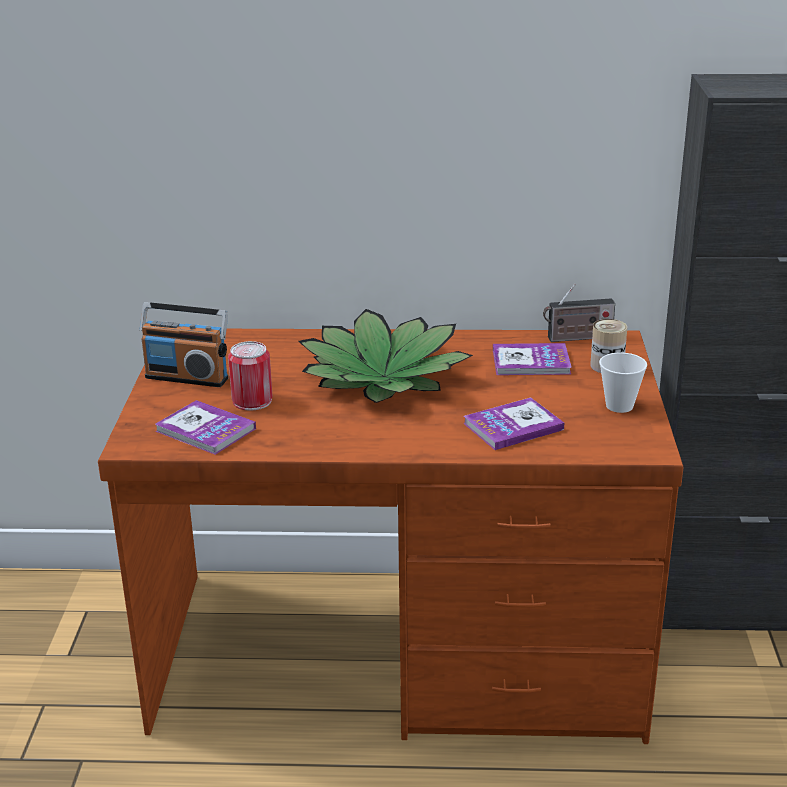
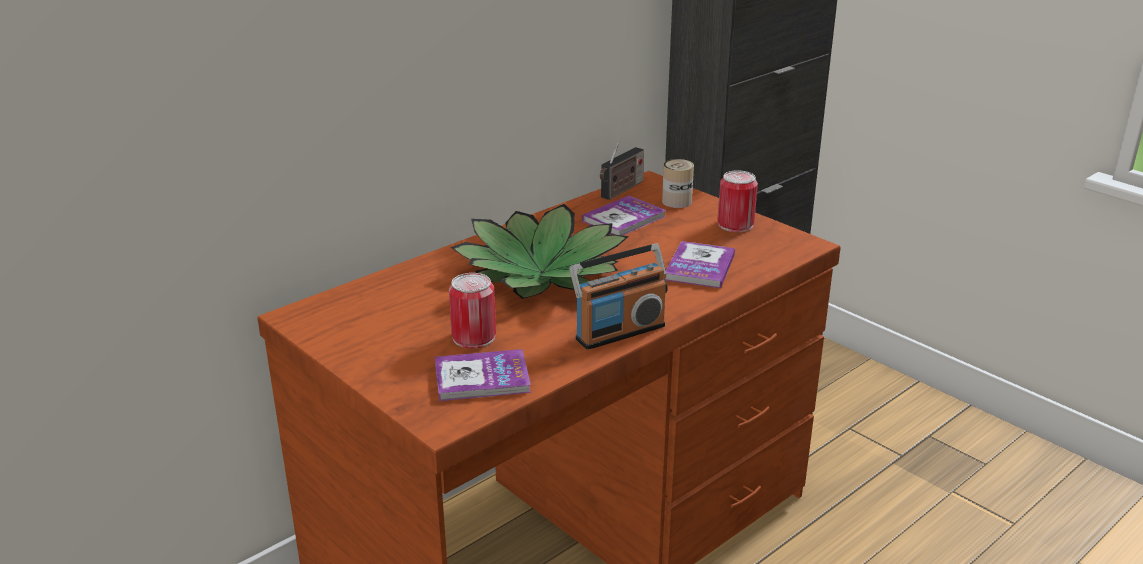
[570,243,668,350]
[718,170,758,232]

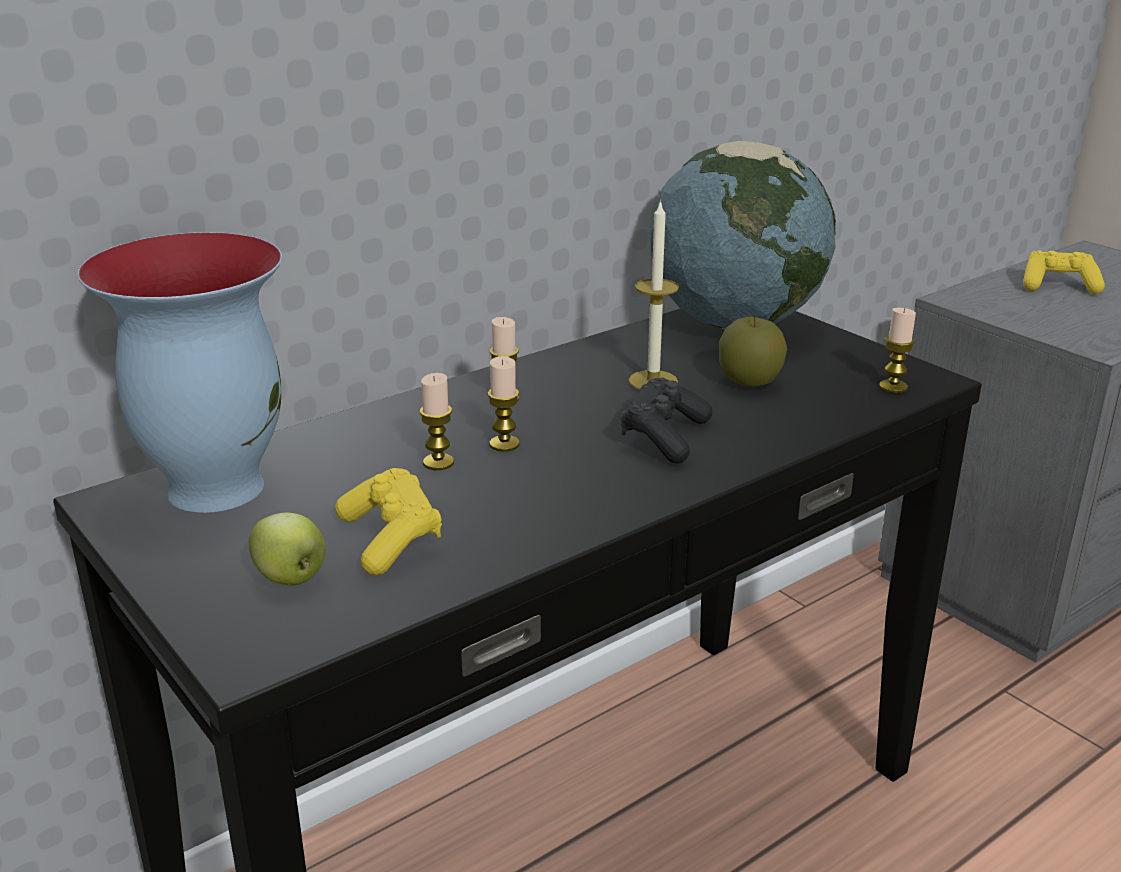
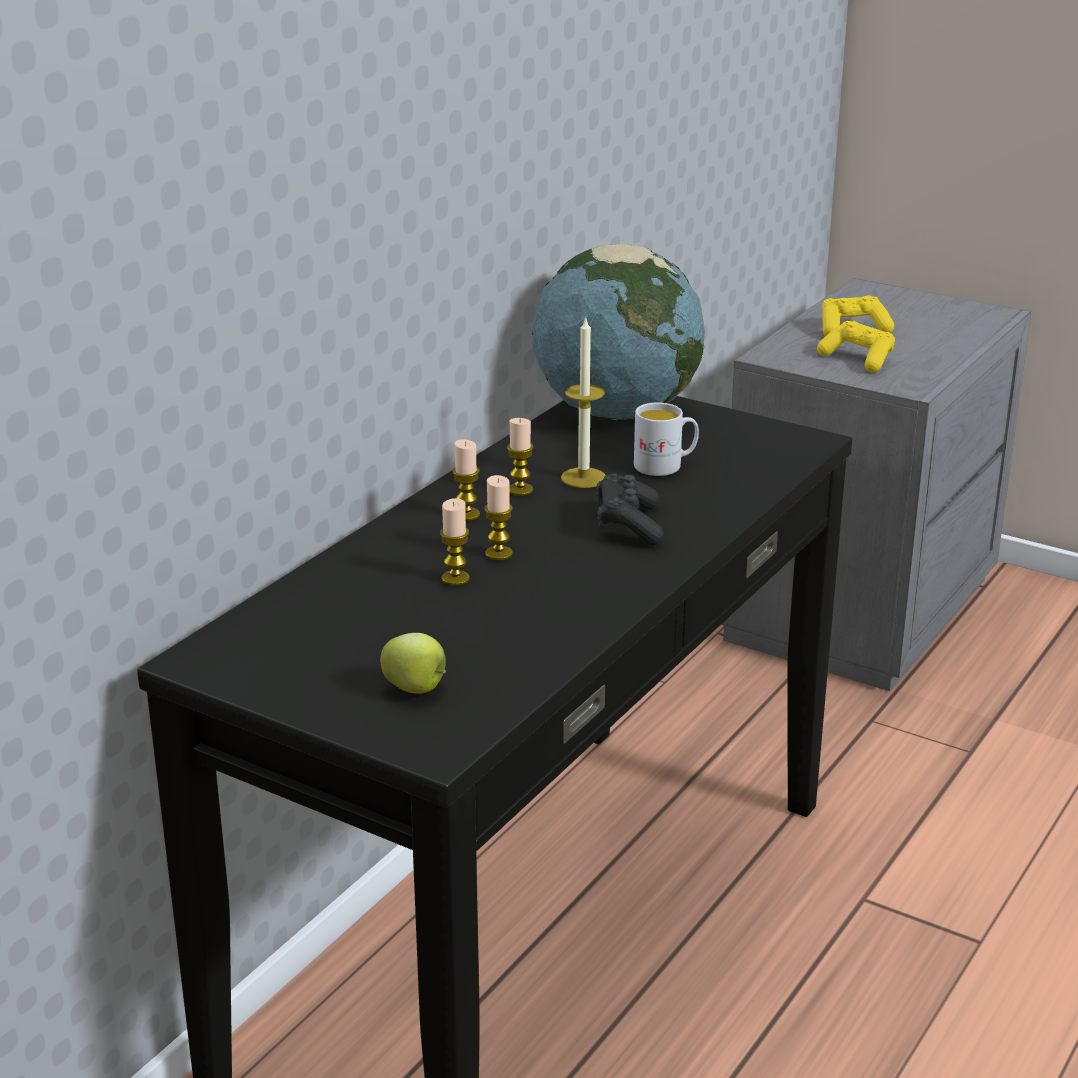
[78,232,282,513] (first image)
[817,321,895,373]
[634,402,699,476]
[507,418,534,496]

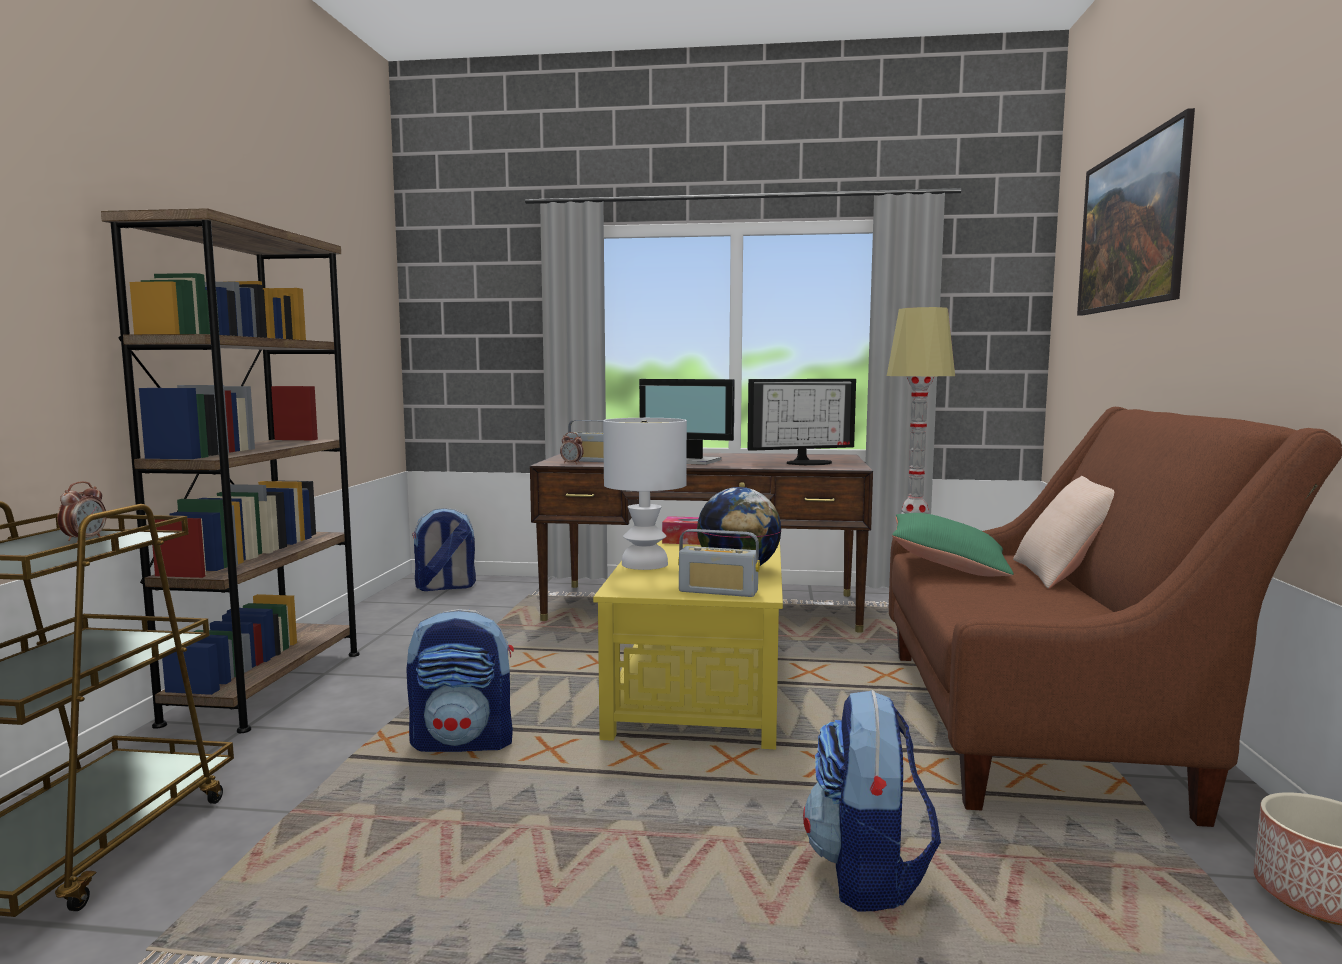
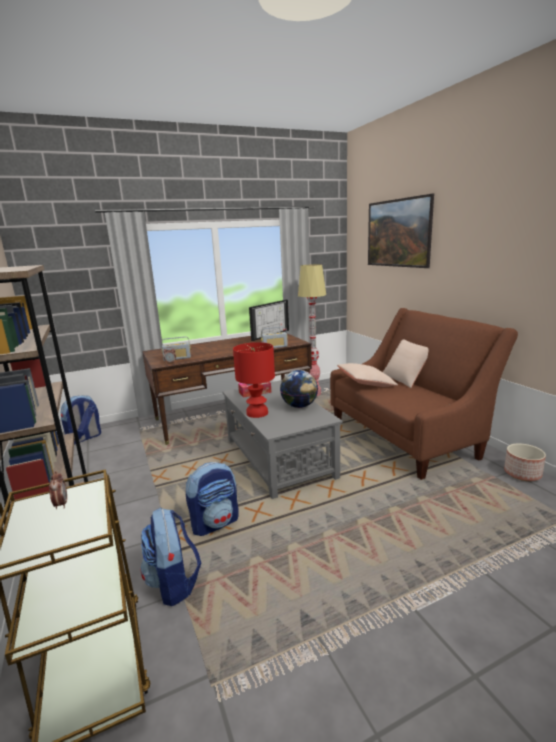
[222,380,343,499]
[233,342,275,418]
[639,379,735,465] (first image)
[261,326,288,348]
[140,507,201,606]
[337,363,398,387]

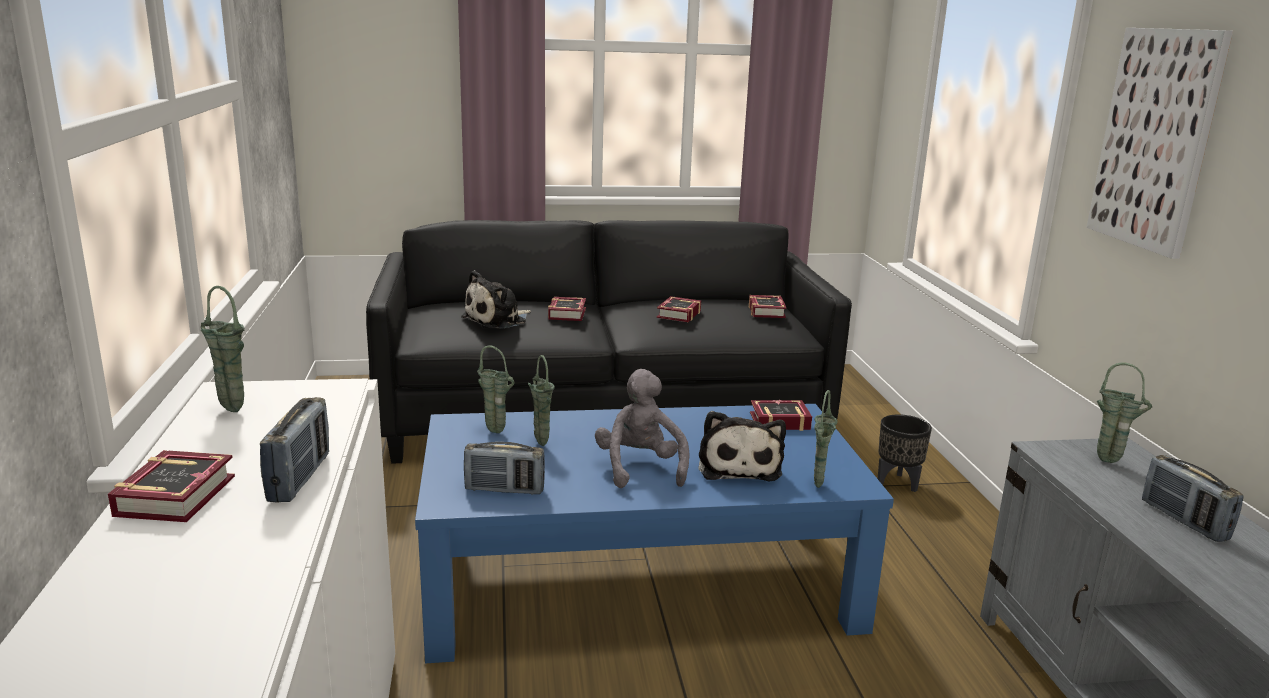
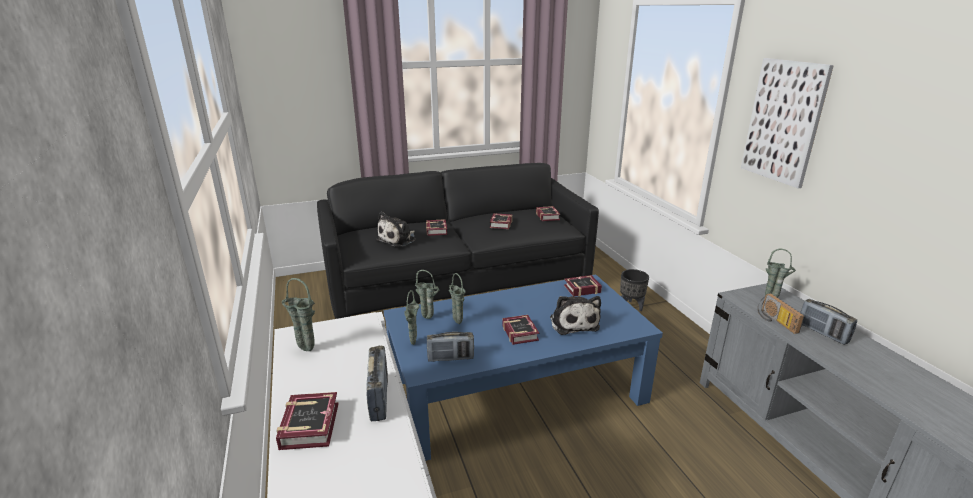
[503,315,539,345]
[404,290,420,345]
[758,293,804,334]

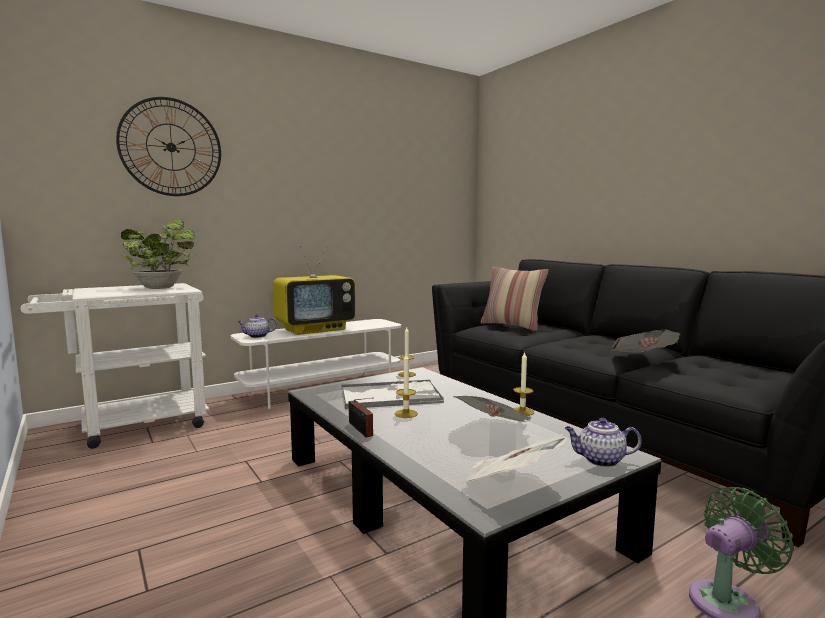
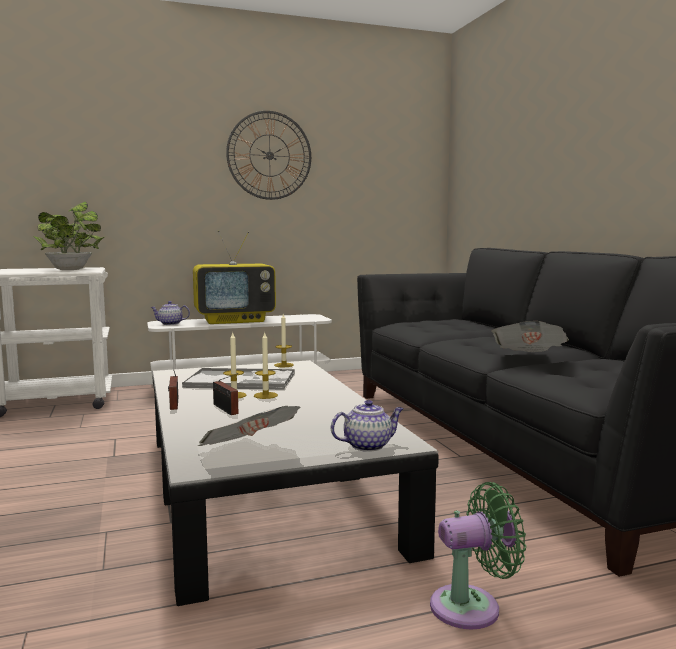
[226,111,311,200]
[453,396,530,422] (first image)
[481,267,548,331] (first image)
[254,333,278,399]
[331,400,403,452]
[213,373,238,415]

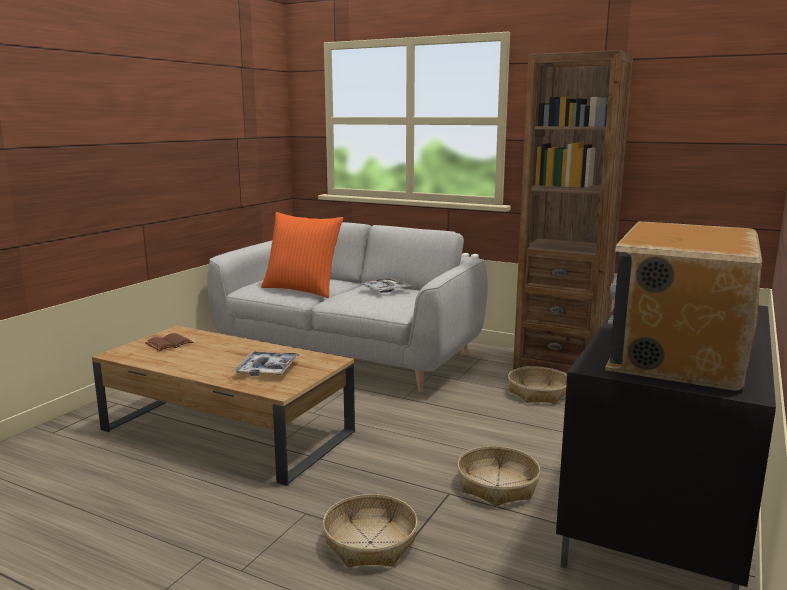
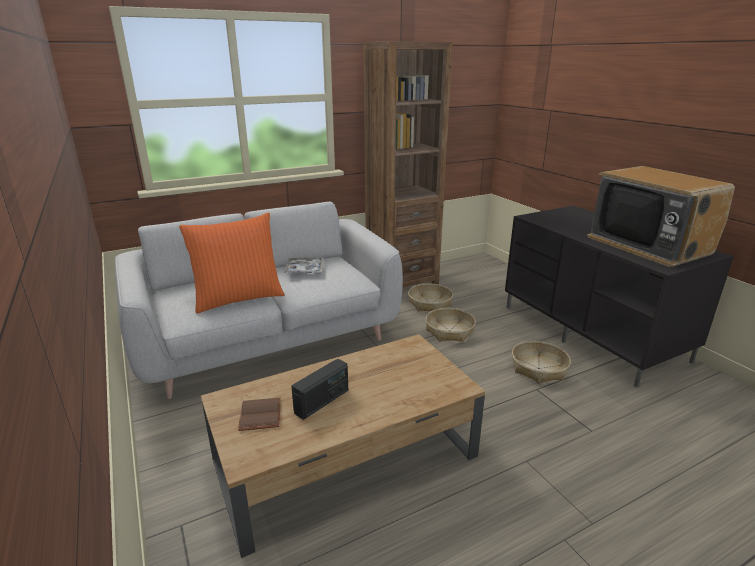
[233,351,300,376] (first image)
[425,308,476,342]
[291,359,348,420]

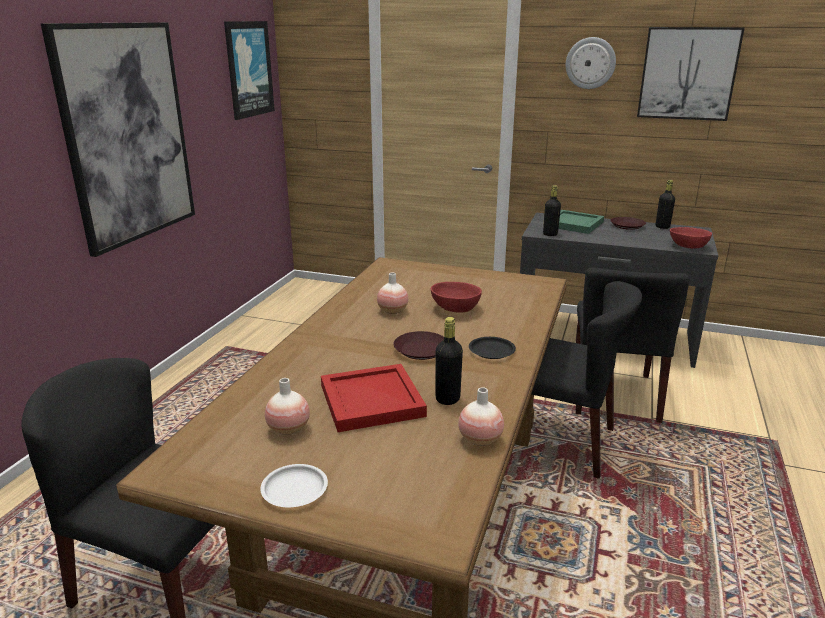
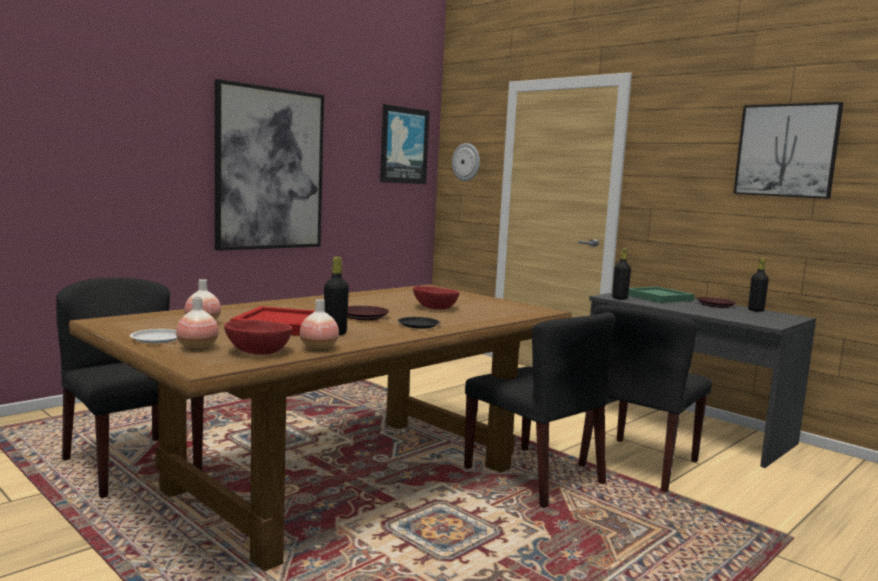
[176,297,219,350]
[452,143,480,181]
[224,320,293,355]

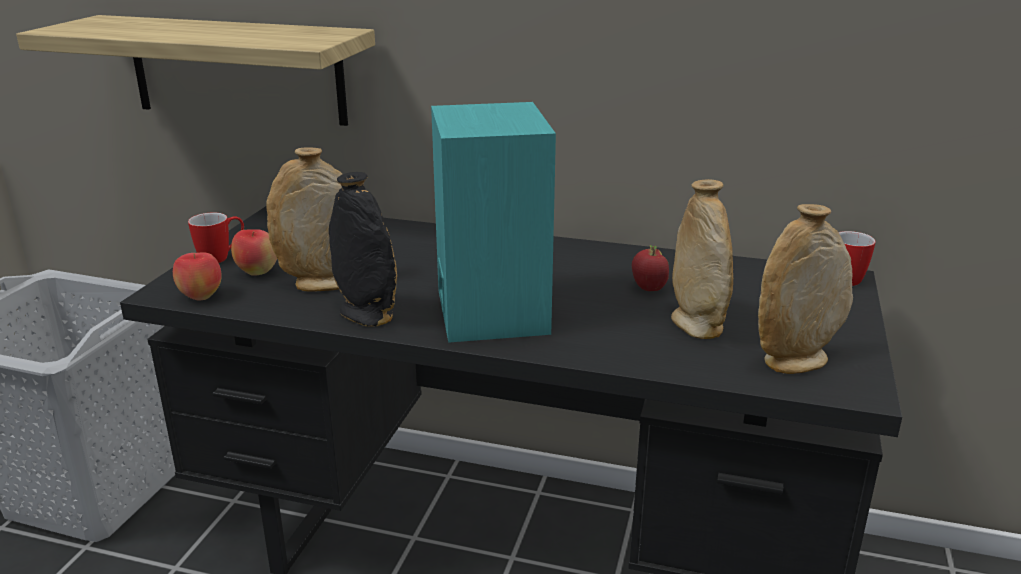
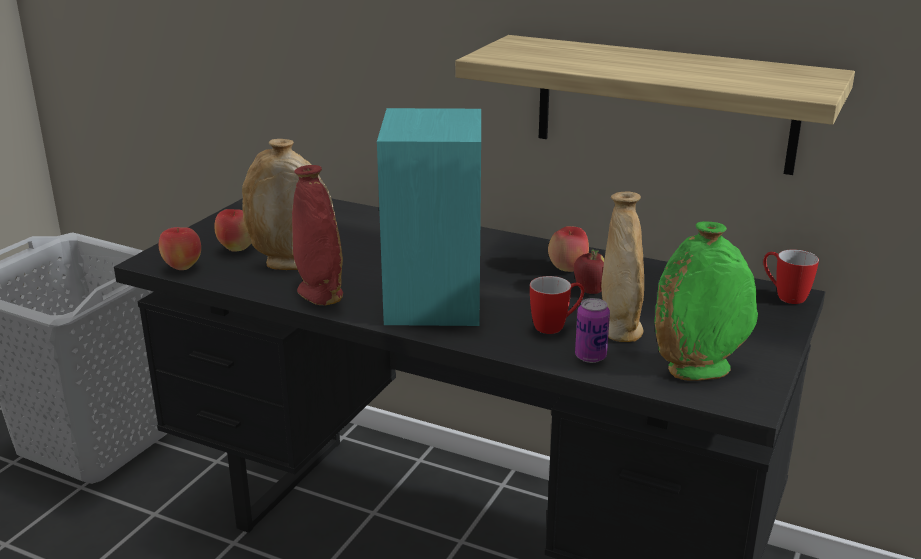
[455,35,855,175]
[530,276,584,334]
[292,165,343,305]
[654,221,758,381]
[548,226,589,272]
[575,298,610,363]

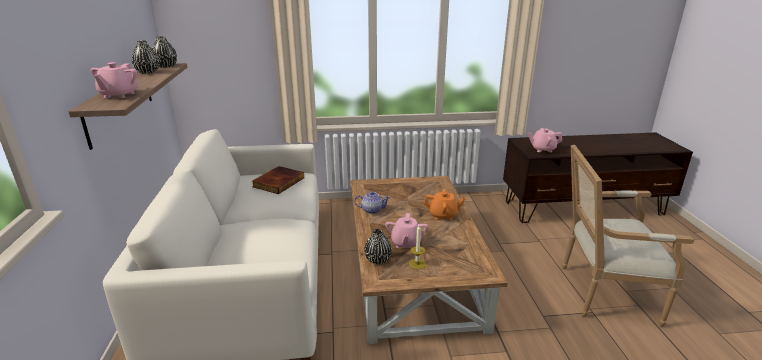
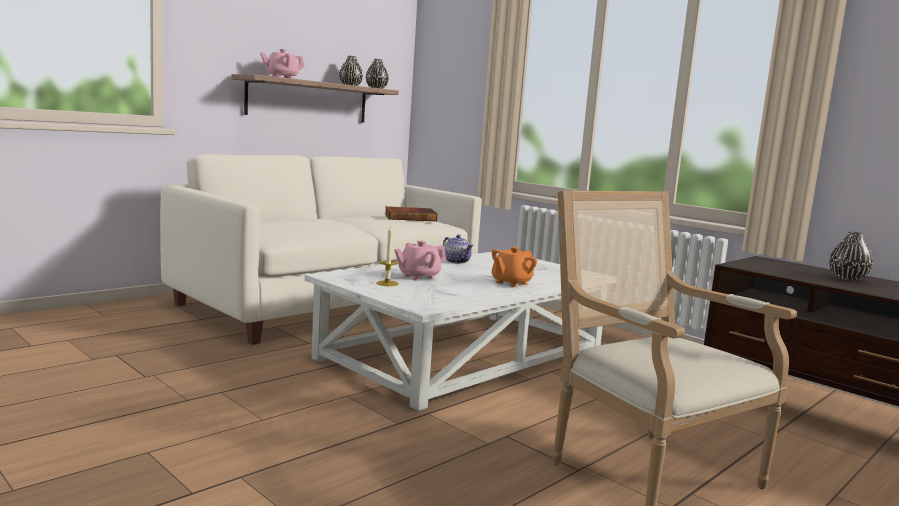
[305,252,603,411]
[829,232,873,281]
[492,247,537,287]
[528,128,562,153] (first image)

